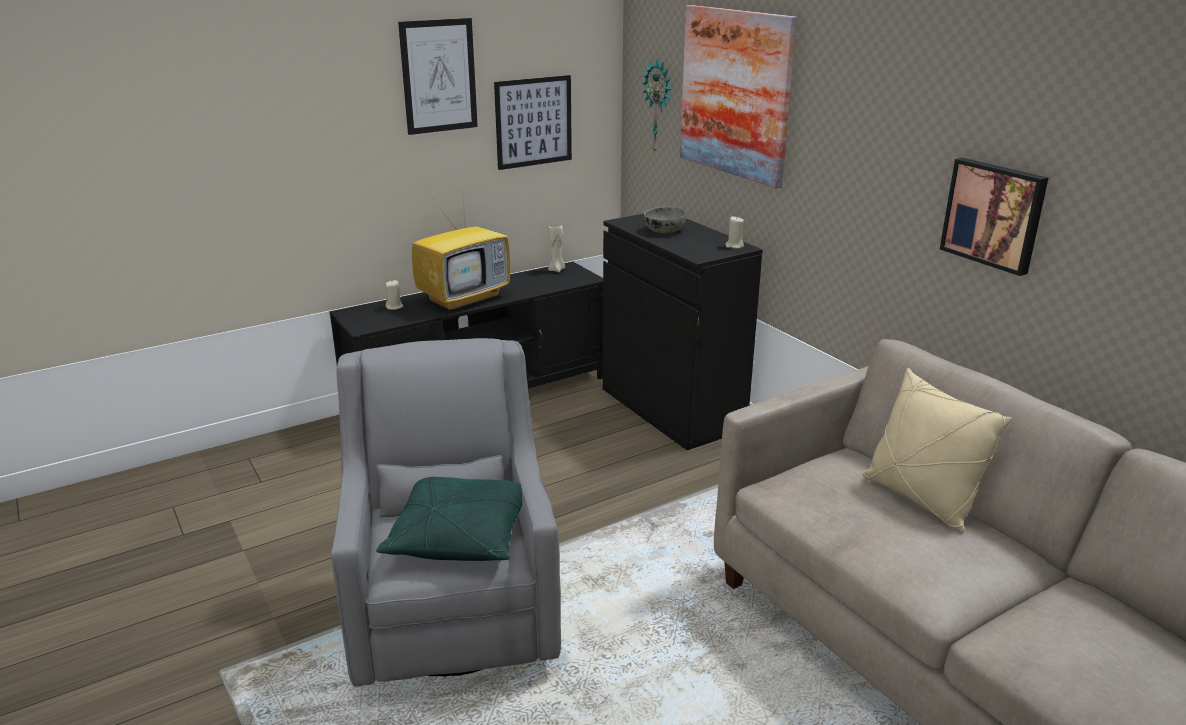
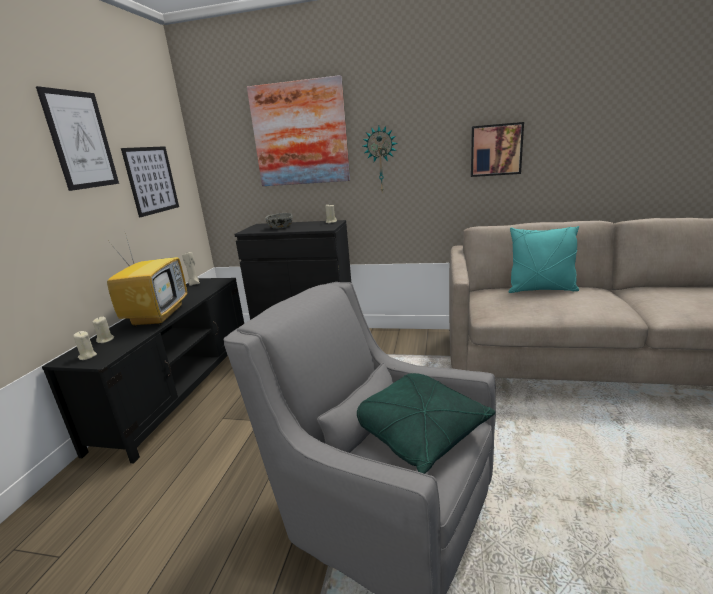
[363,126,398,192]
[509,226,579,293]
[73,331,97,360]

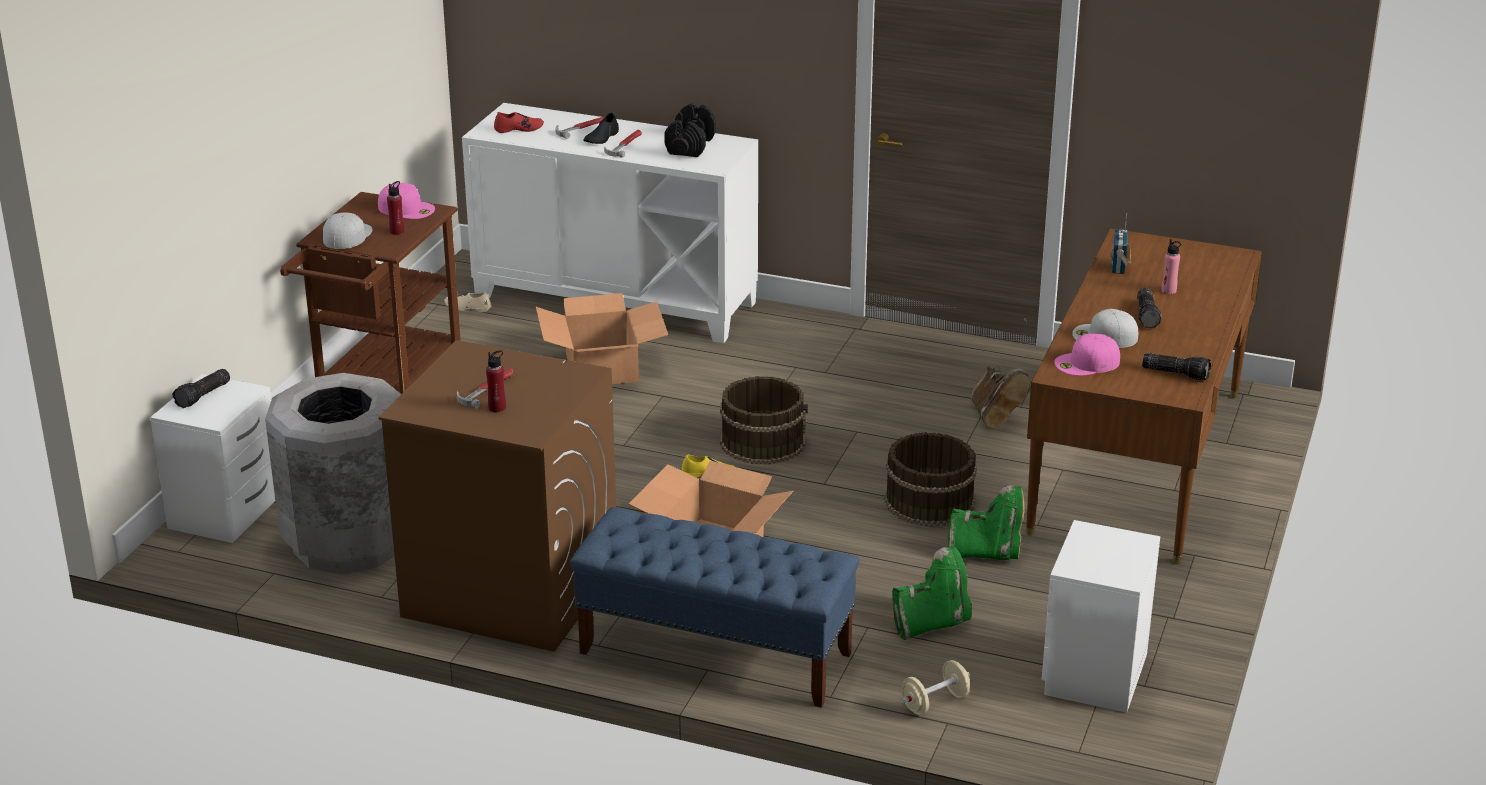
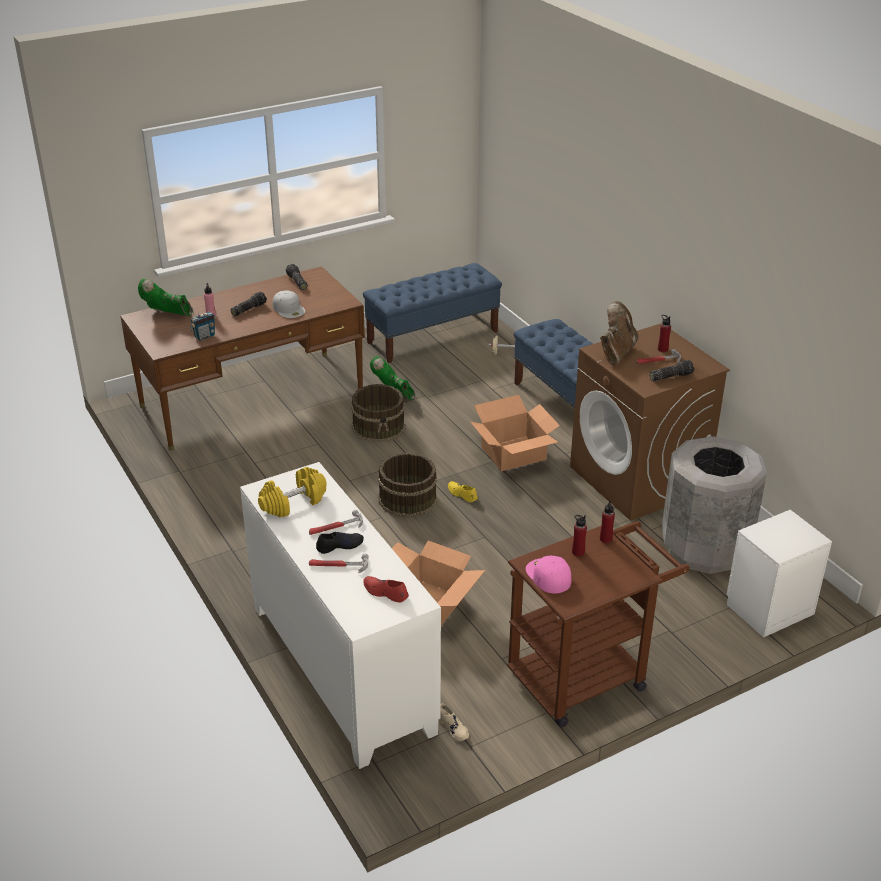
[649,360,694,381]
[323,212,373,249] (first image)
[258,467,327,518]
[138,279,193,316]
[600,301,638,366]
[363,263,502,363]
[1054,333,1120,376] (first image)
[600,500,615,543]

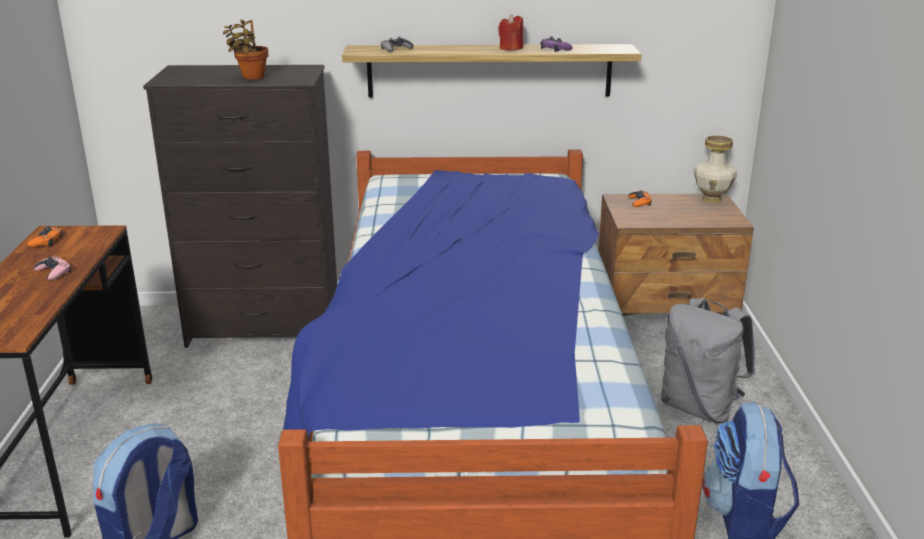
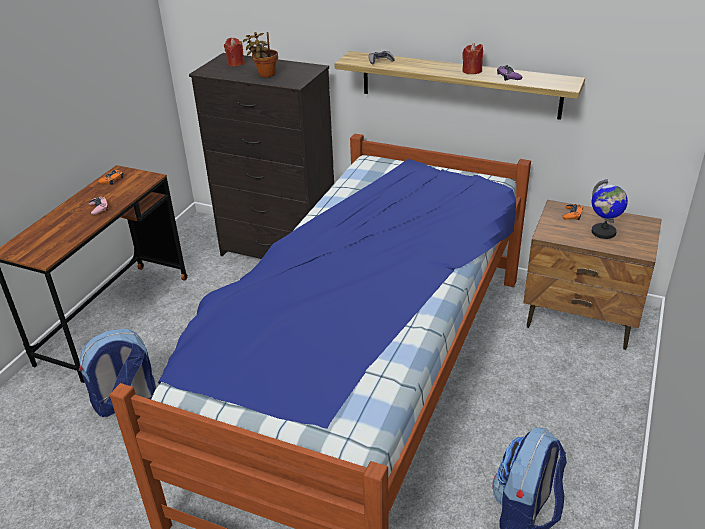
[661,298,755,423] (first image)
[694,135,737,203] (first image)
[224,38,245,67]
[592,179,628,239]

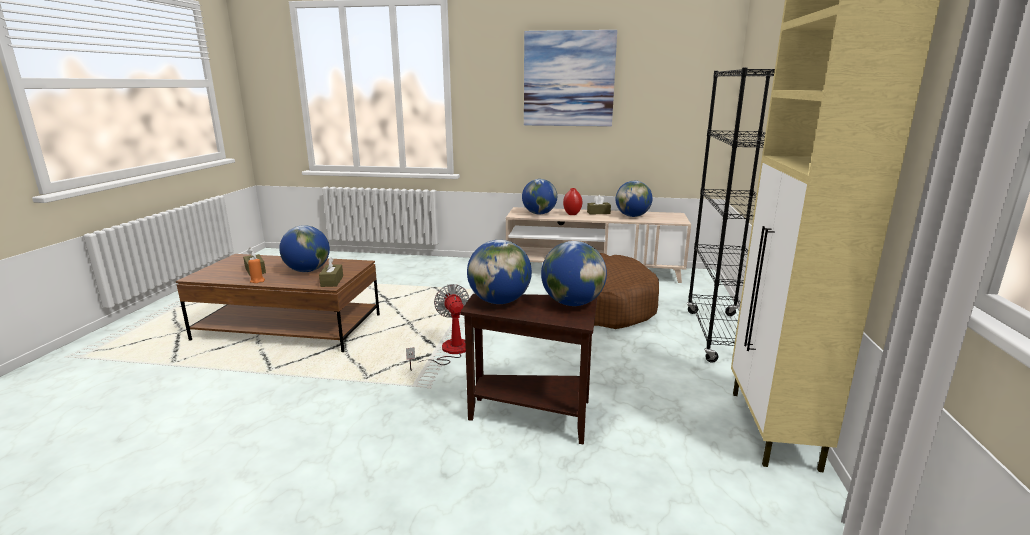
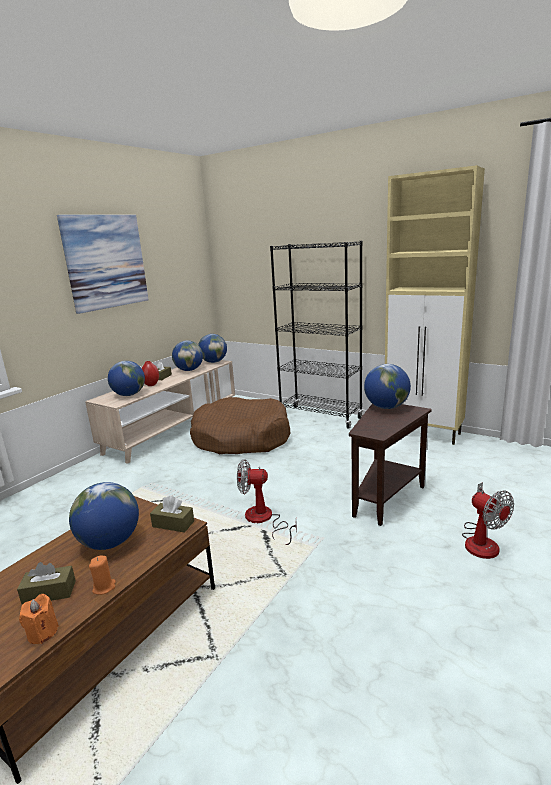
[198,334,227,363]
[19,594,59,644]
[462,482,514,559]

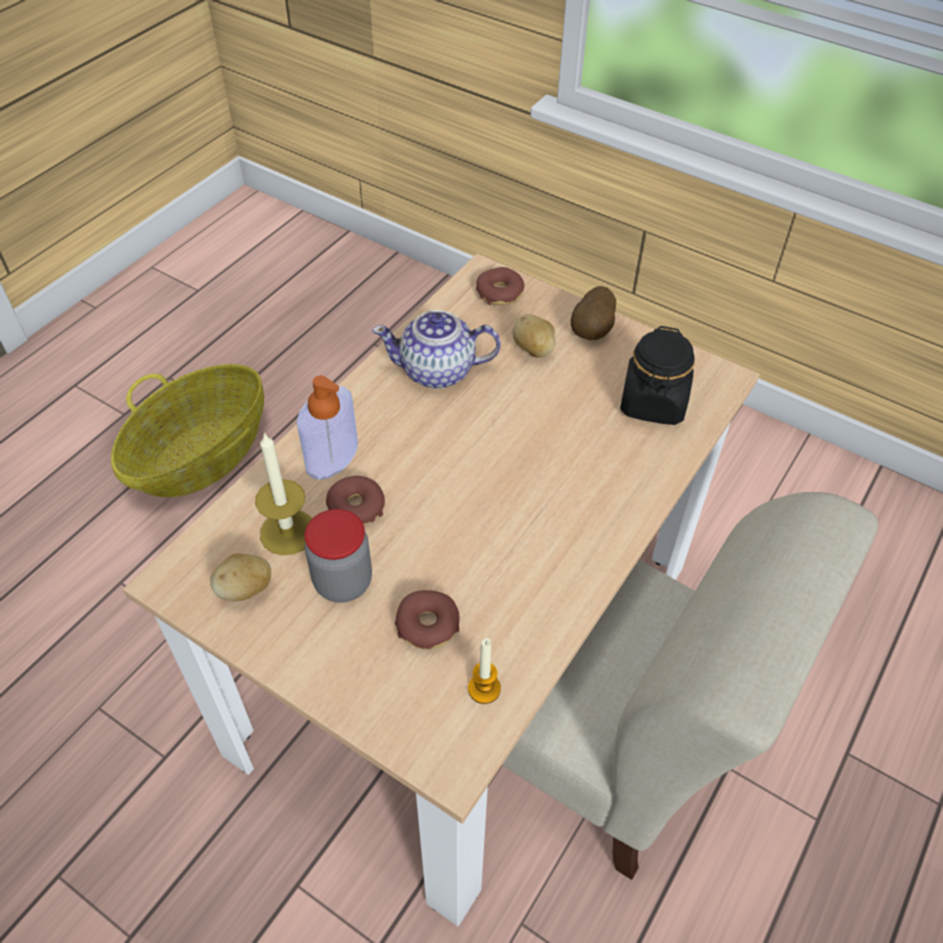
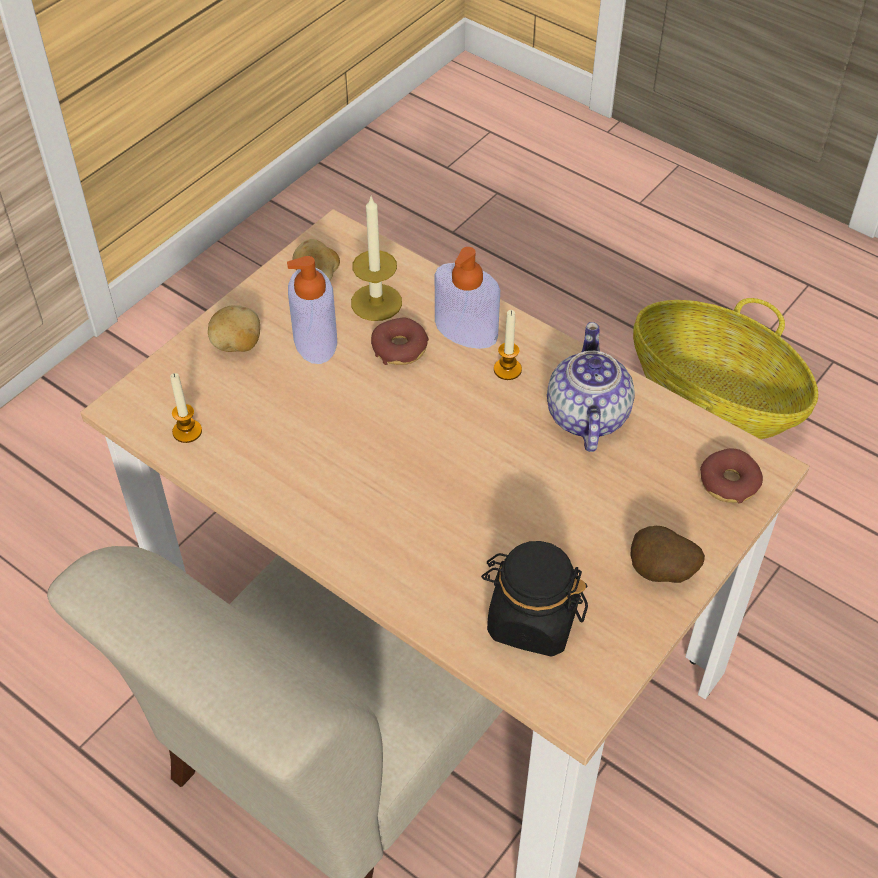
[287,256,337,364]
[395,590,460,649] (first image)
[208,305,260,352]
[494,310,522,380]

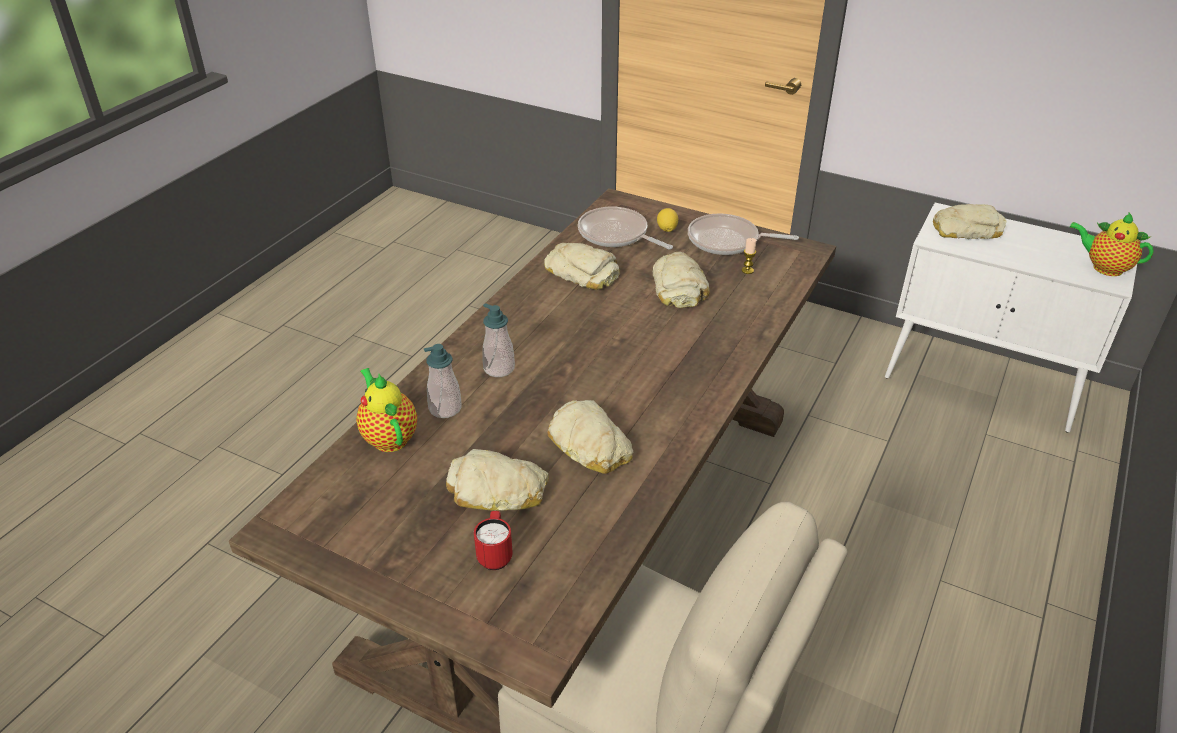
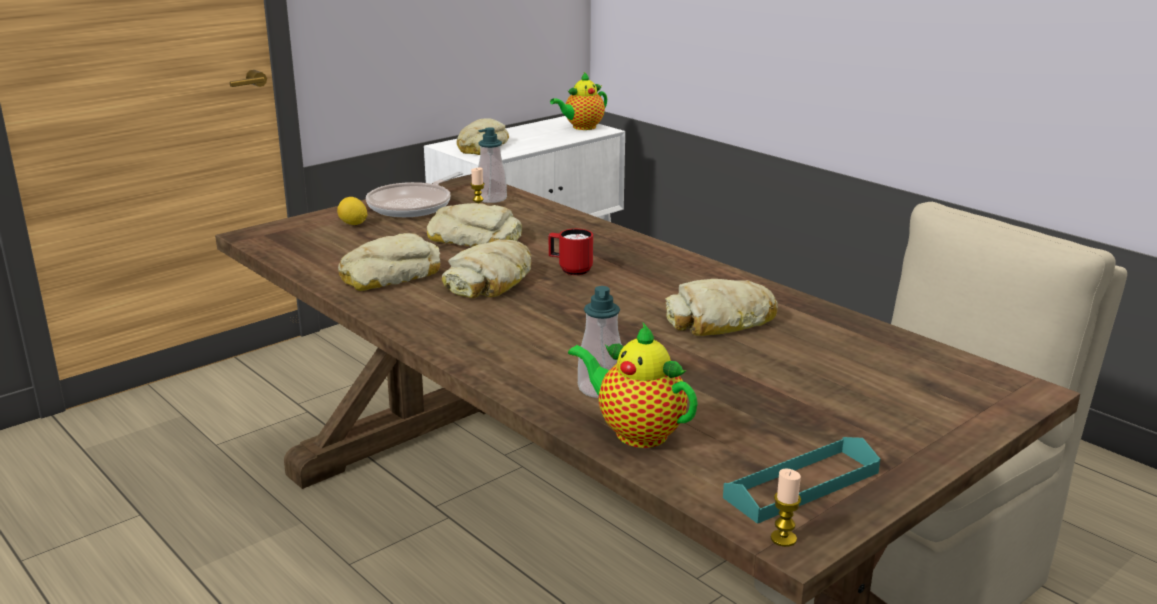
[568,323,698,448]
[442,239,531,298]
[549,229,593,275]
[478,127,507,203]
[578,207,673,249] (first image)
[723,437,880,524]
[771,469,801,547]

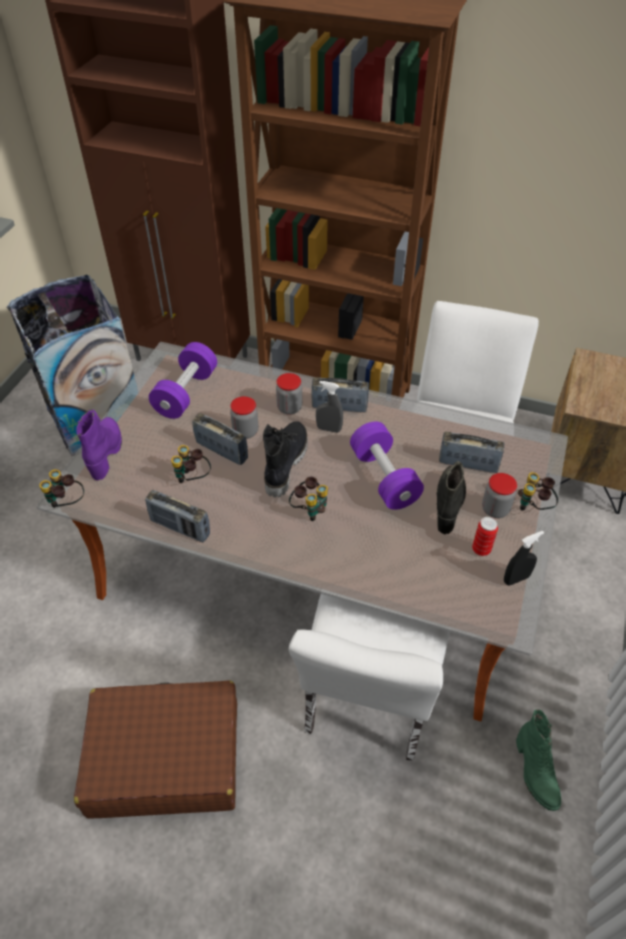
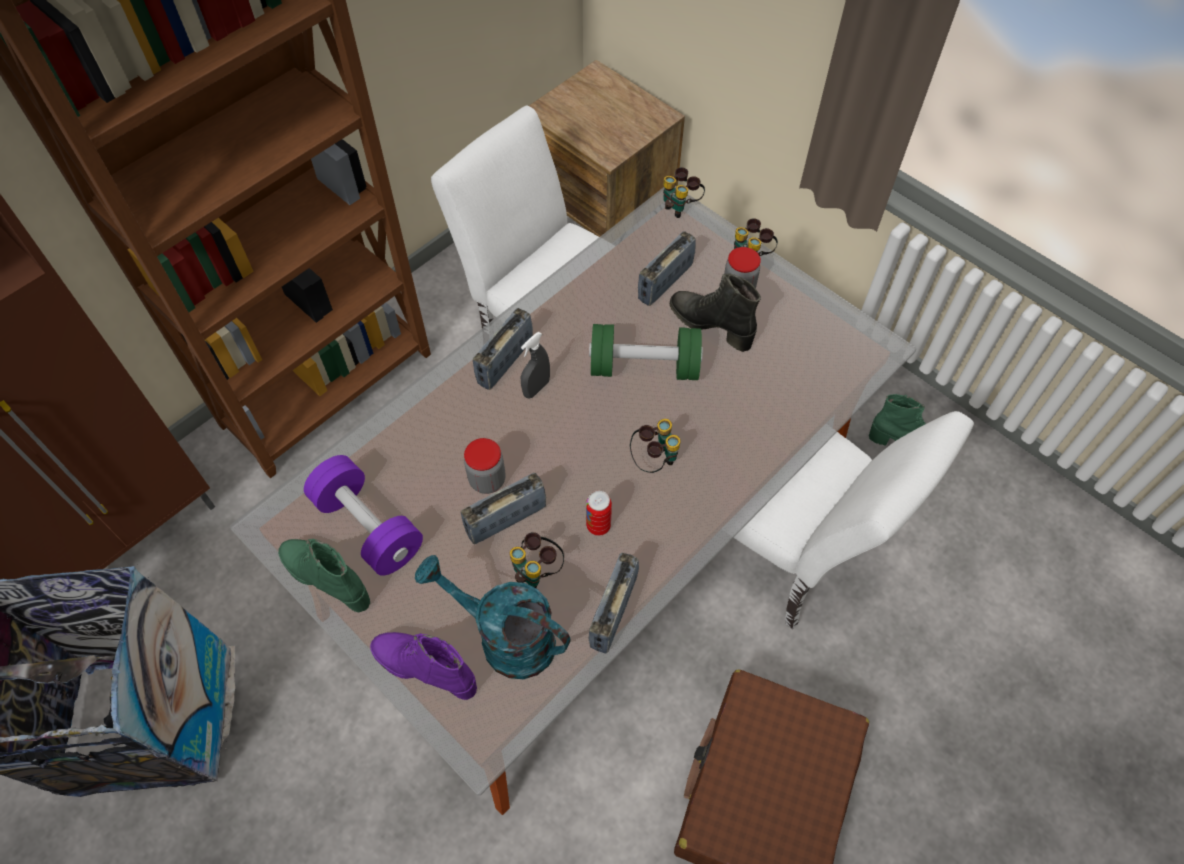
[663,167,705,218]
[589,553,639,653]
[263,421,308,497] (first image)
[276,373,302,415] (first image)
[589,324,703,380]
[586,491,612,536]
[504,531,544,586] (first image)
[278,539,370,612]
[415,555,571,679]

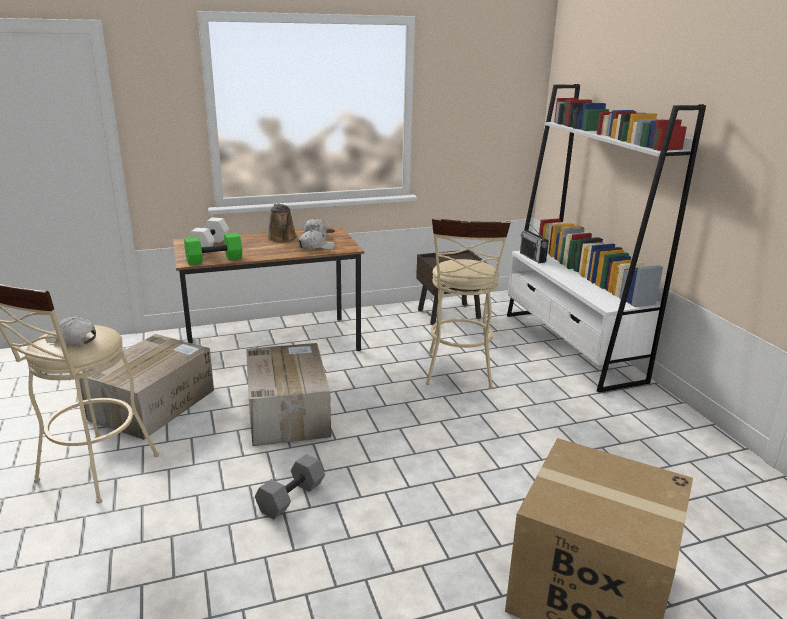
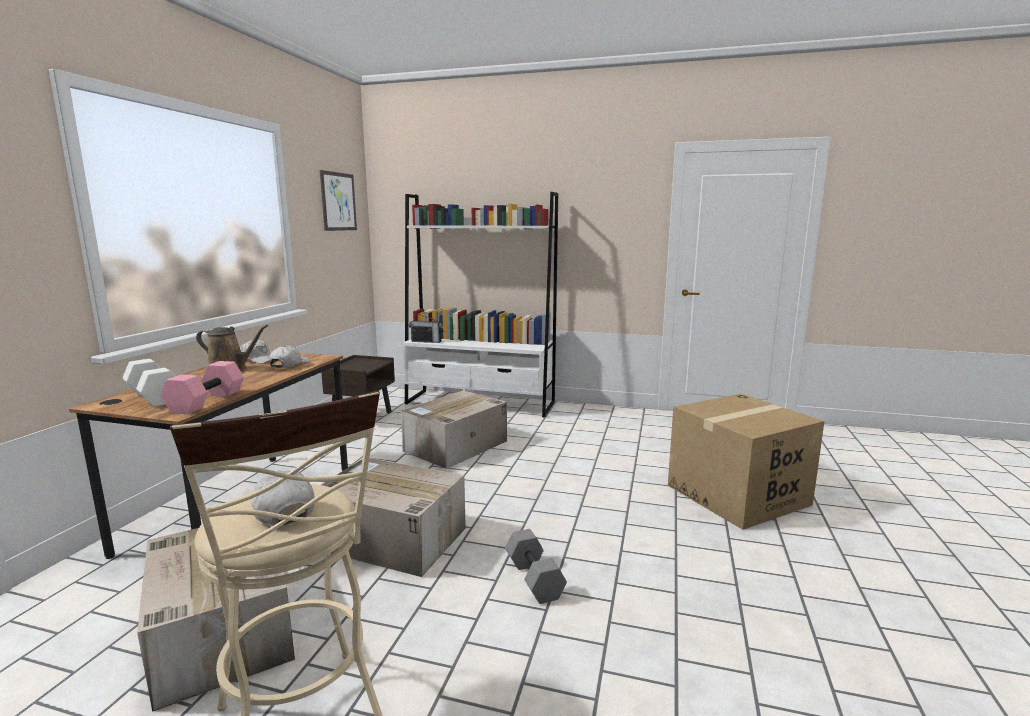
[251,471,315,526]
[161,361,244,414]
[401,390,507,469]
[320,170,357,231]

